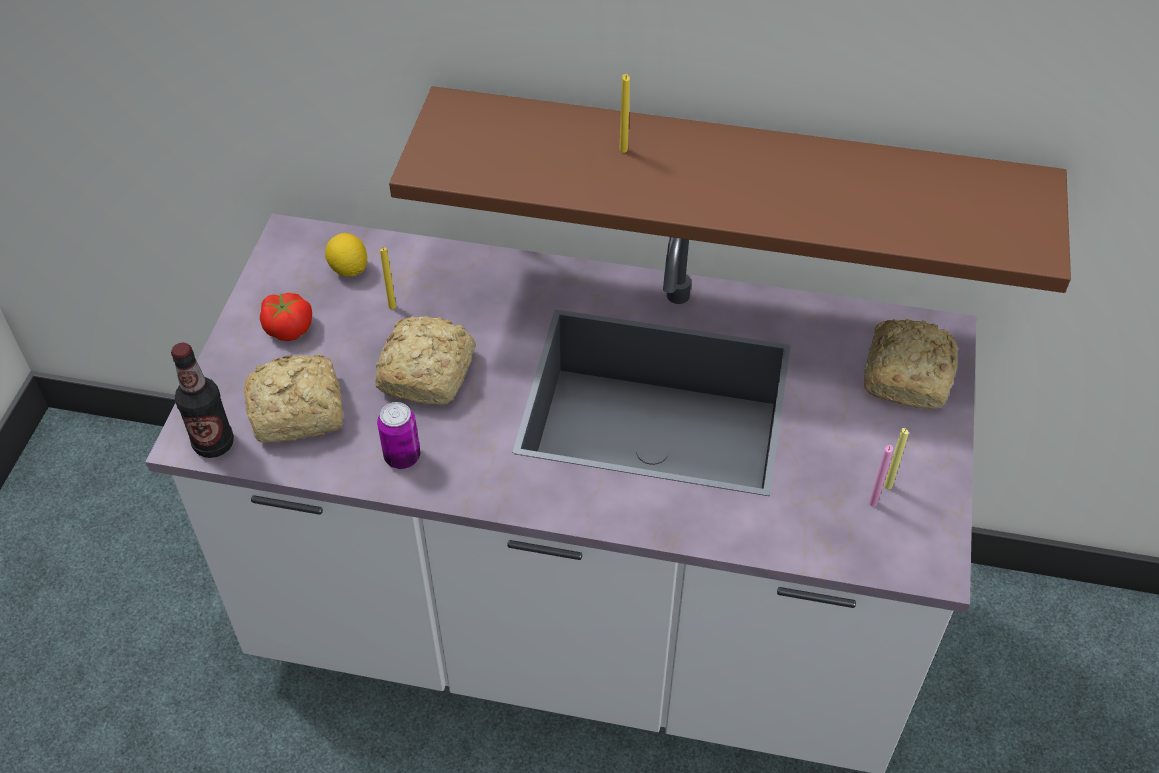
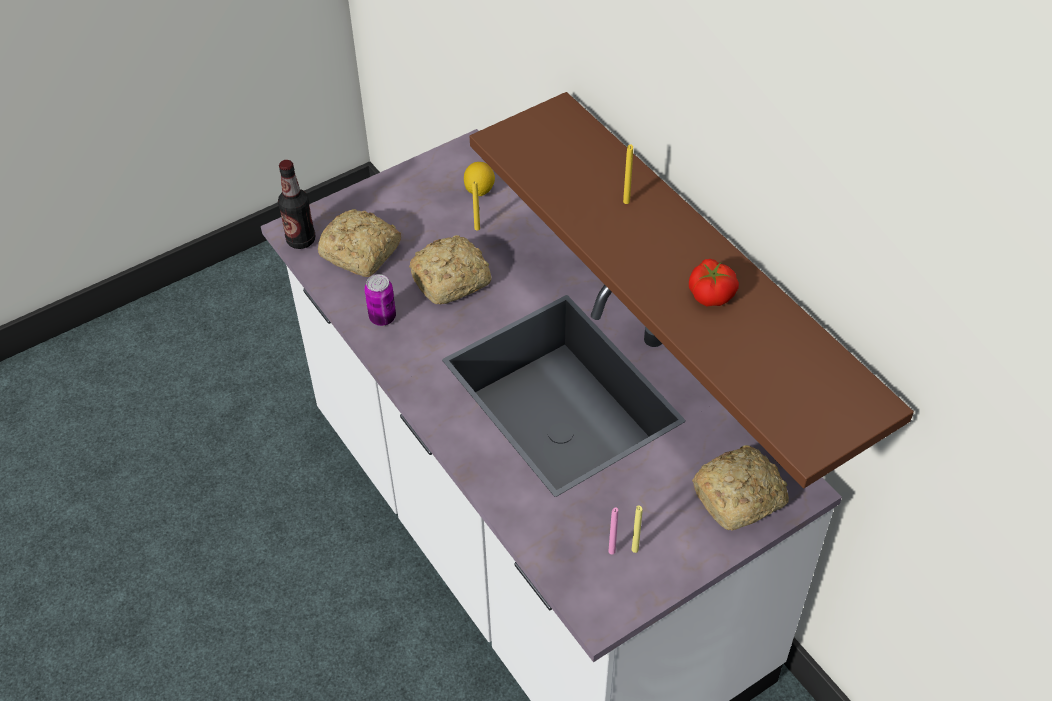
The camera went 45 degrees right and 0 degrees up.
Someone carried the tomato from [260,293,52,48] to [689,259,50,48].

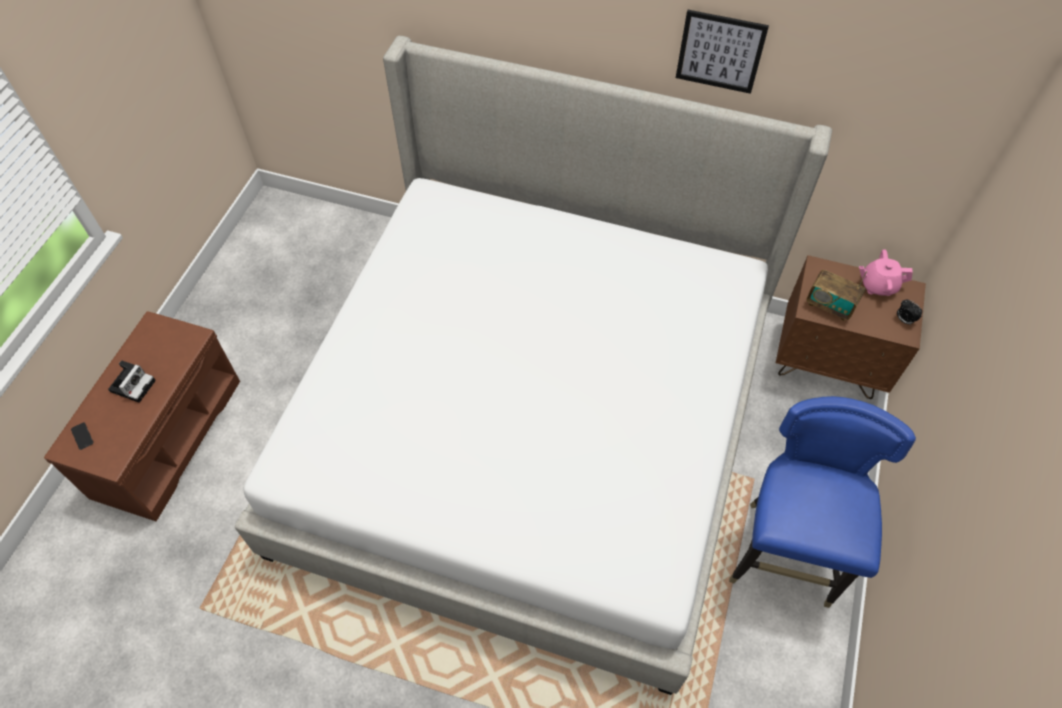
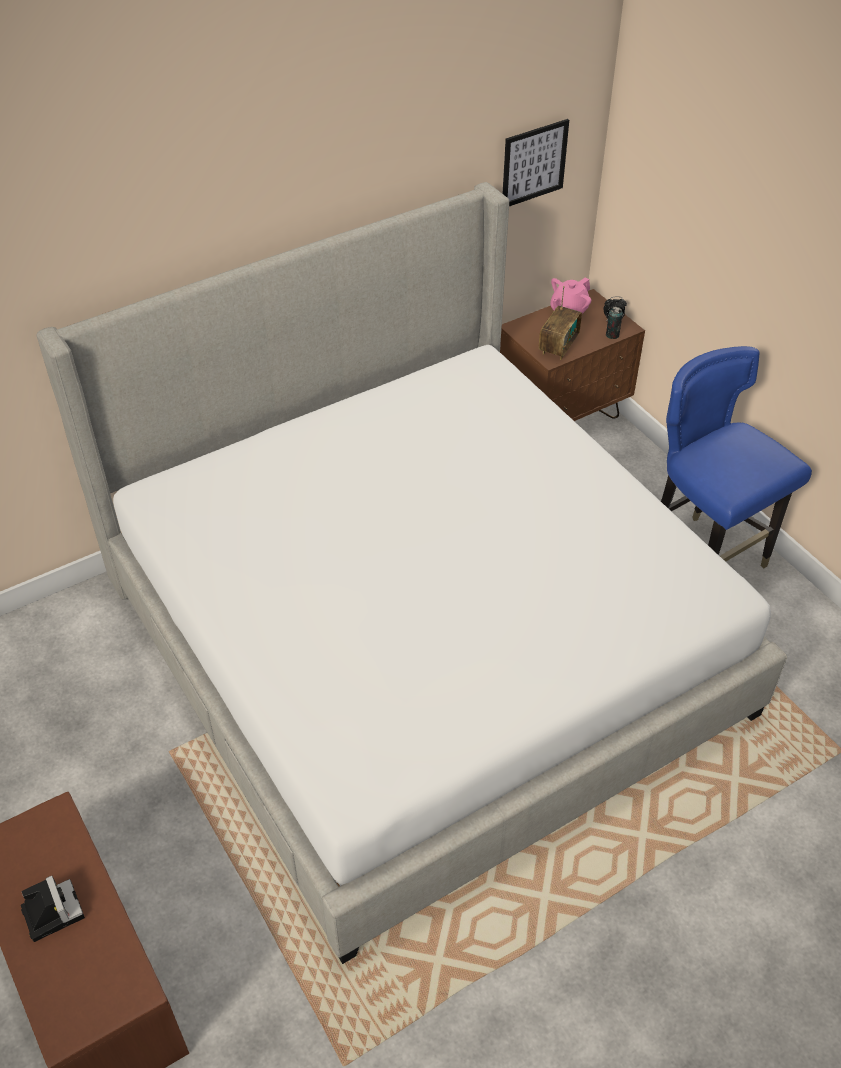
The camera went 50 degrees left and 10 degrees down.
Someone carried the picture from [676,10,93,84] to [502,119,67,87].
Someone rotated the radio set at [806,270,61,51] by 45 degrees counterclockwise.
Someone took away the telephone at [71,422,22,28].
Someone put down the metal can at [606,307,17,32].

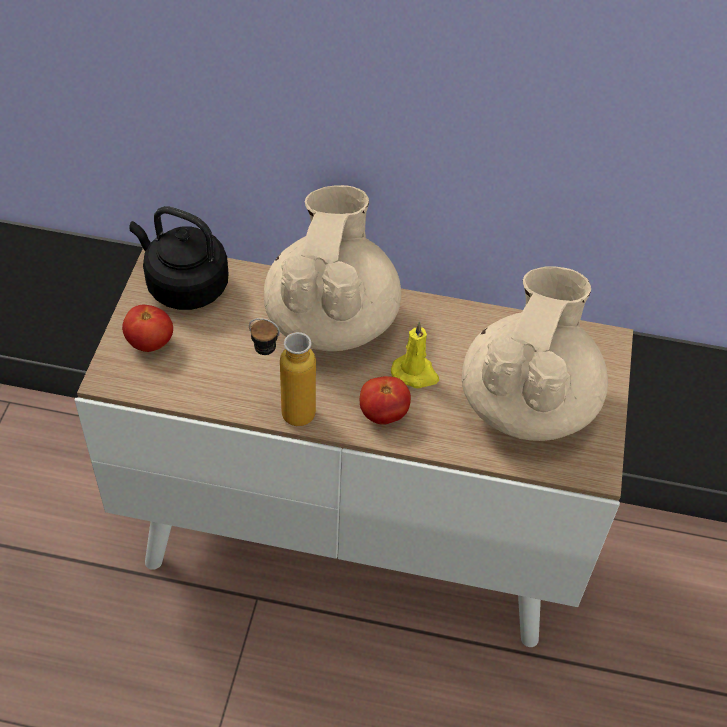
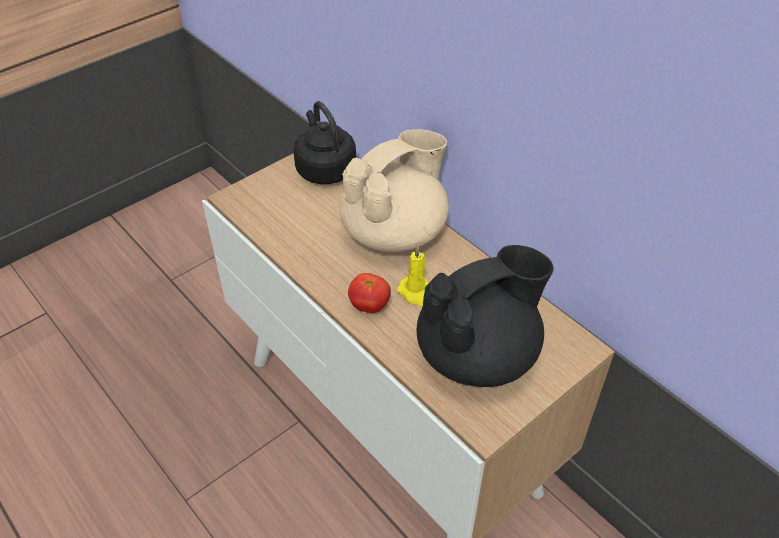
The camera went 40 degrees right and 5 degrees down.
Someone repainted the teapot in beige at [461,266,147,175], which became the teapot in black-coloured at [416,245,138,142].
Someone took away the tomato at [122,305,51,47].
Someone took away the beverage bottle at [249,318,67,108].

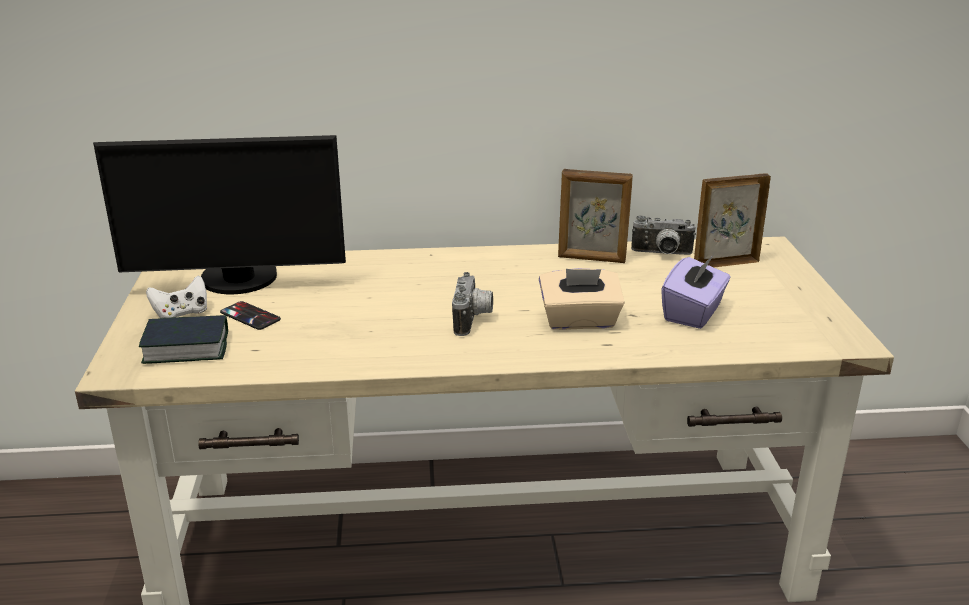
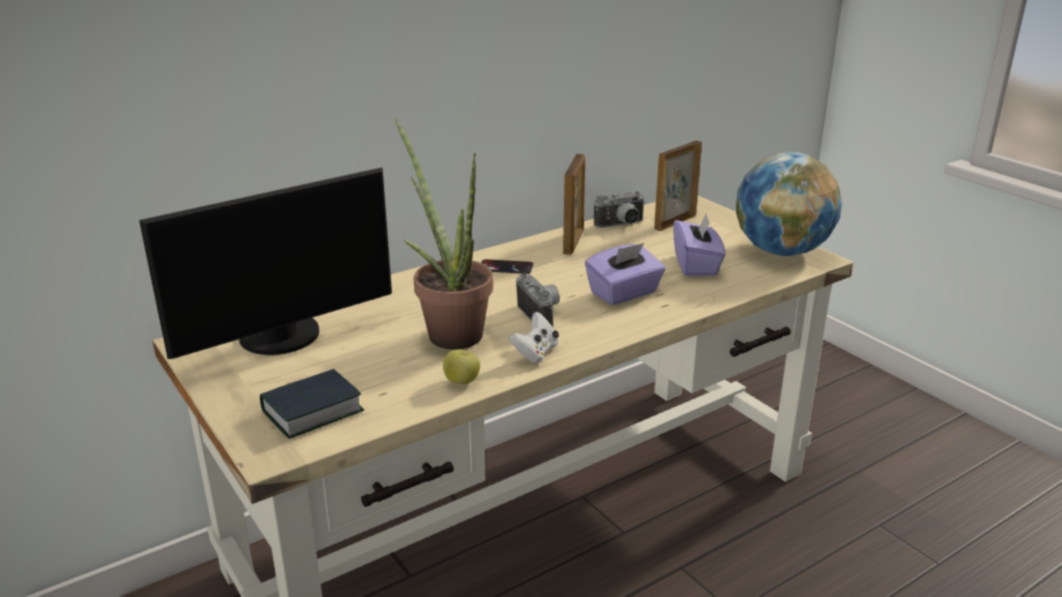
The camera went 30 degrees left and 0 degrees up.
Someone rotated the standing frame at [558,169,75,94] by 60 degrees counterclockwise.
Someone repainted the tissue holder in beige at [539,268,86,62], which became the tissue holder in purplish at [585,243,81,62].
Someone carried the joypad in white-coloured from [146,275,61,43] to [509,312,50,51].
Someone carried the telephone from [220,301,61,29] to [481,259,52,15].
Someone put down the potted plant at [395,119,98,231].
Someone put down the globe at [736,152,106,104].
Someone put down the apple fruit at [443,349,37,35].

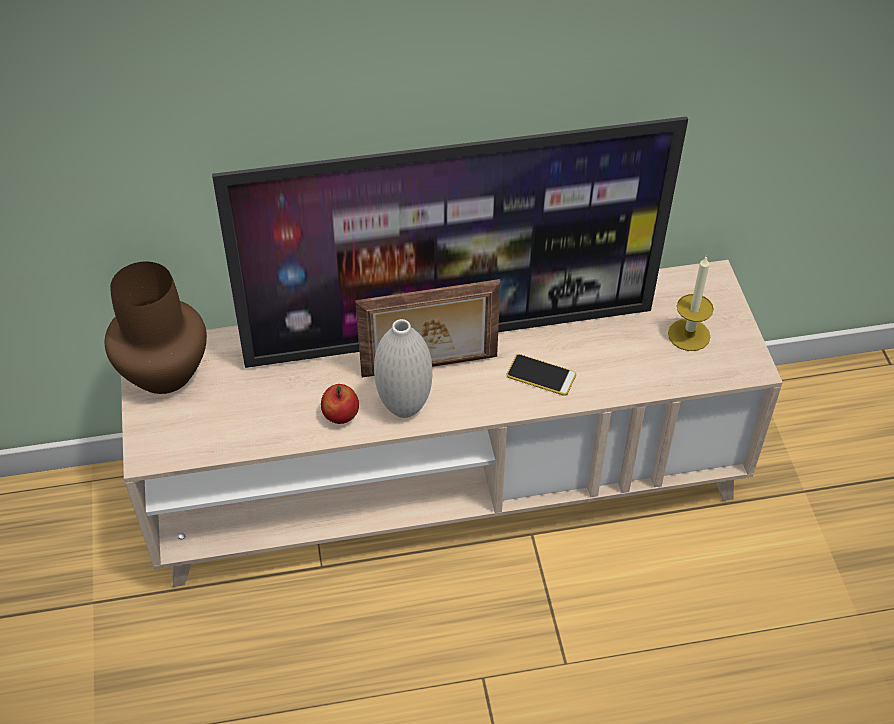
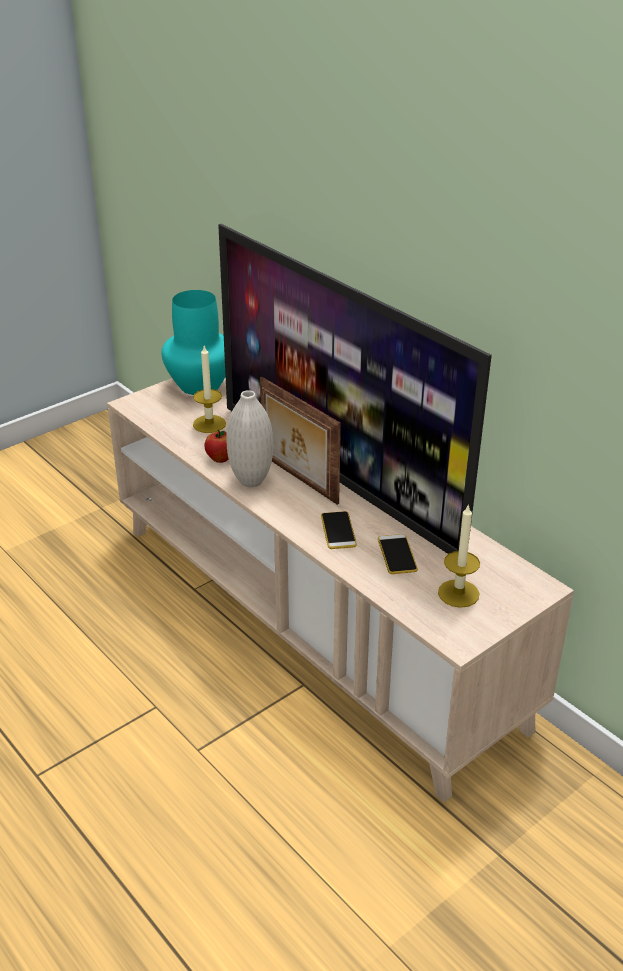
The camera went 60 degrees right and 15 degrees down.
Someone repainted the vase in brown at [105,262,102,132], which became the vase in turquoise at [161,290,65,105].
Someone put down the wax candle at [193,344,33,89].
Someone put down the telephone at [378,534,40,40].

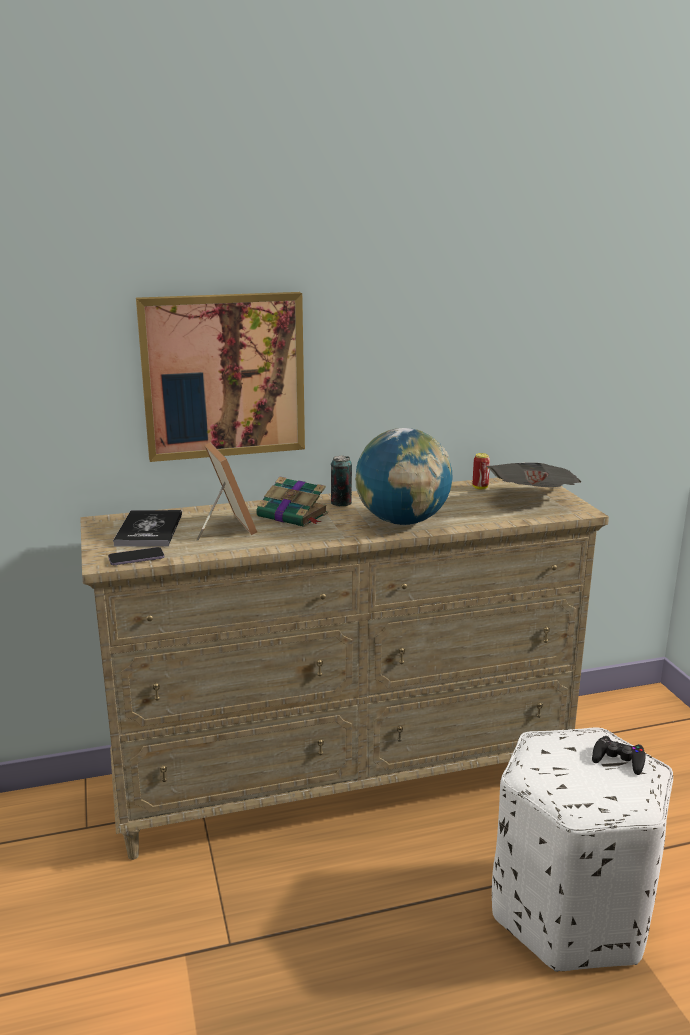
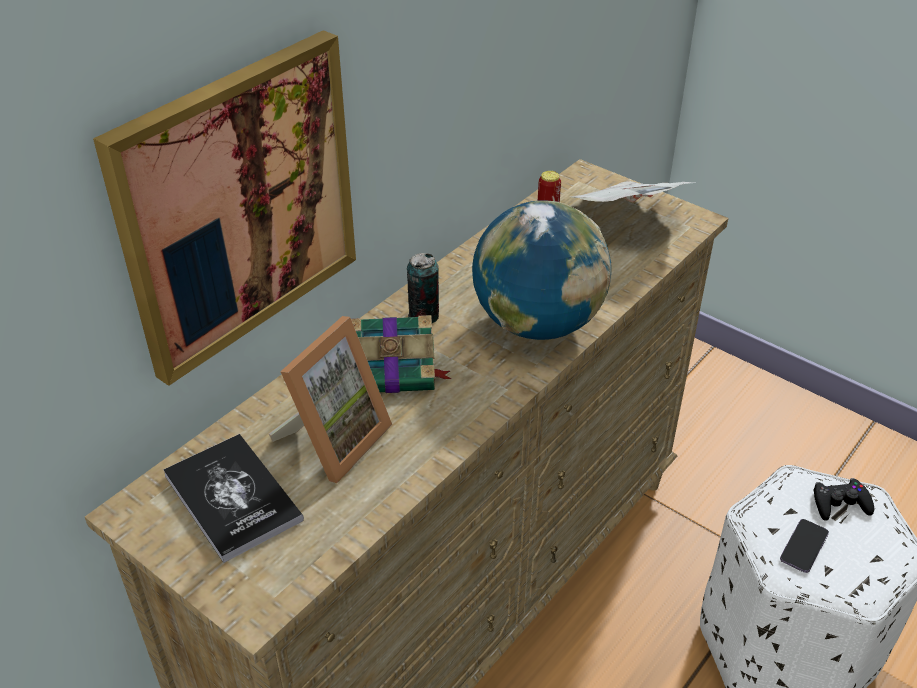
The camera went 35 degrees left and 20 degrees up.
Someone rotated the standing frame at [196,443,61,98] by 90 degrees clockwise.
Someone carried the telephone from [108,547,56,18] to [780,519,49,54].

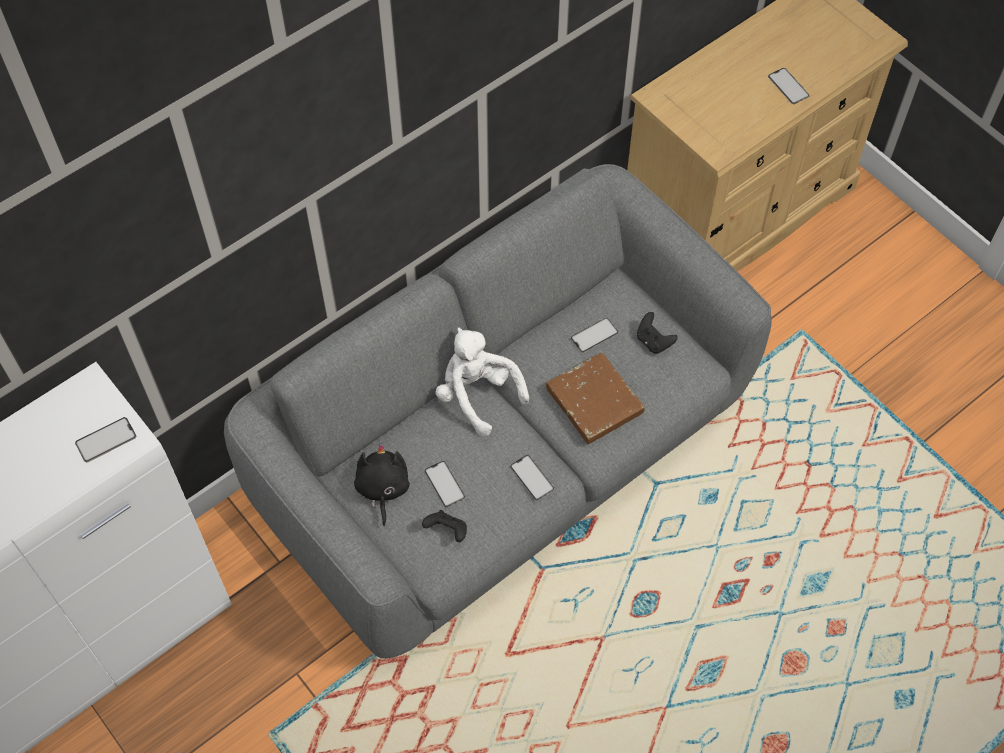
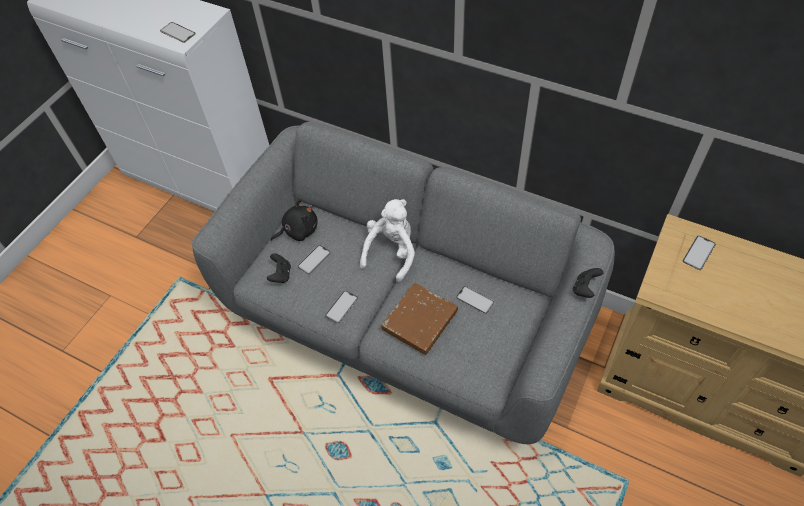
The camera went 70 degrees right and 5 degrees down.
Someone carried the telephone from [768,68,42,36] to [683,235,33,35].
Someone carried the joypad in black-coloured from [637,312,41,42] to [573,268,30,30].

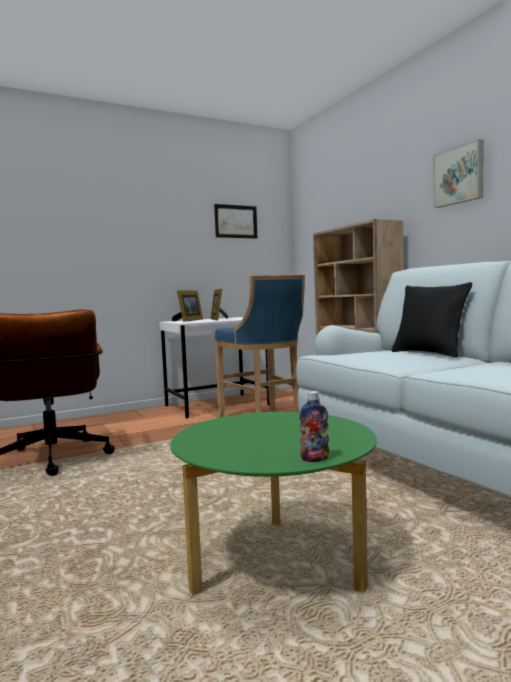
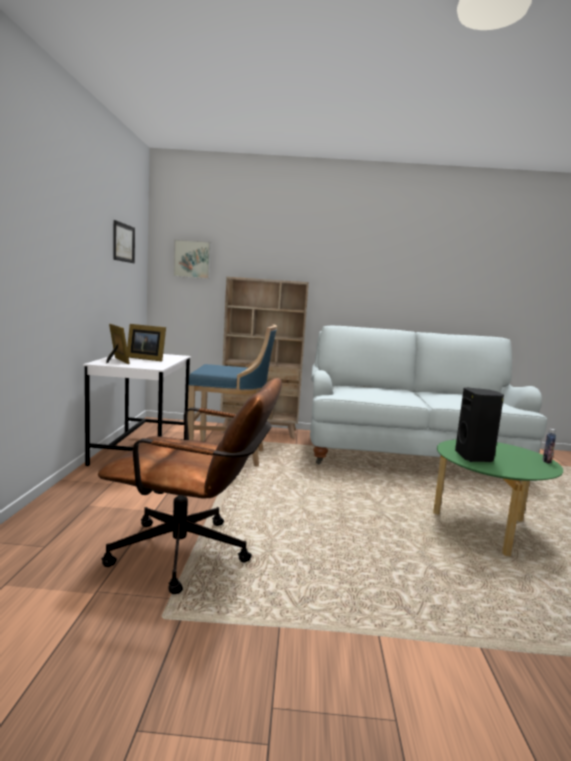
The camera went 60 degrees left and 5 degrees up.
Someone carried the picture from [433,139,51,69] to [173,239,38,40].
Someone took away the throw pillow in black-coloured at [391,282,81,76].
Someone put down the loudspeaker in black-coloured at [455,388,49,74].

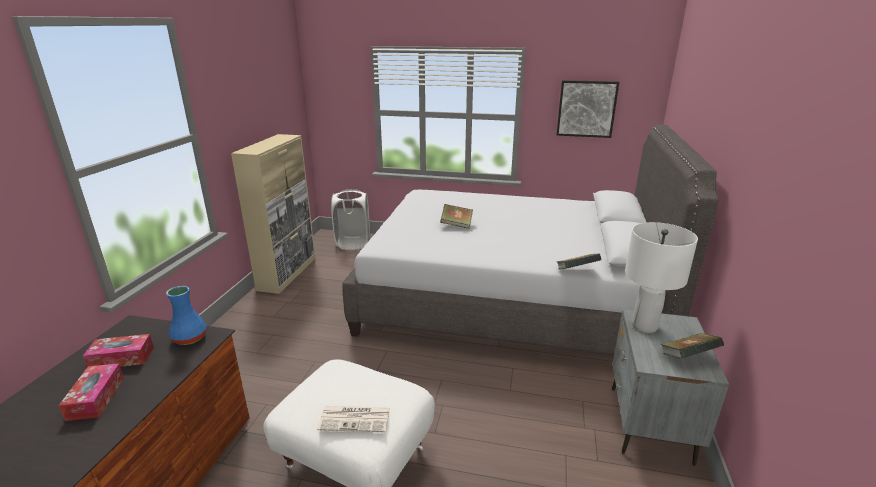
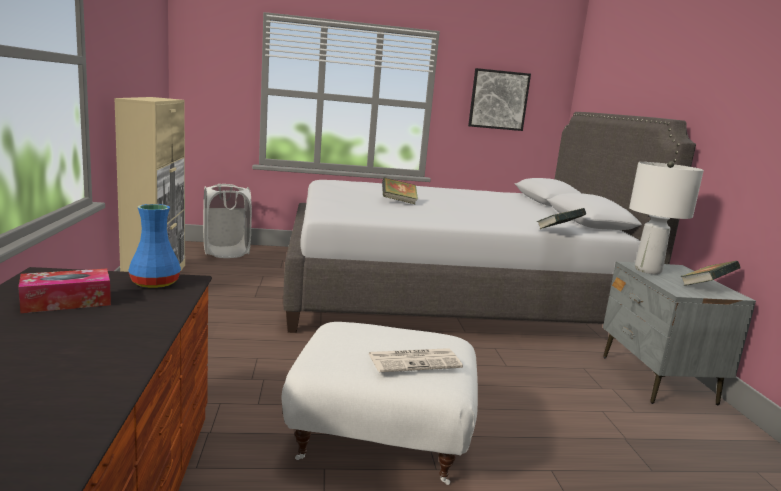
The camera went 20 degrees left and 10 degrees down.
Someone took away the tissue holder at [59,364,65,57].

